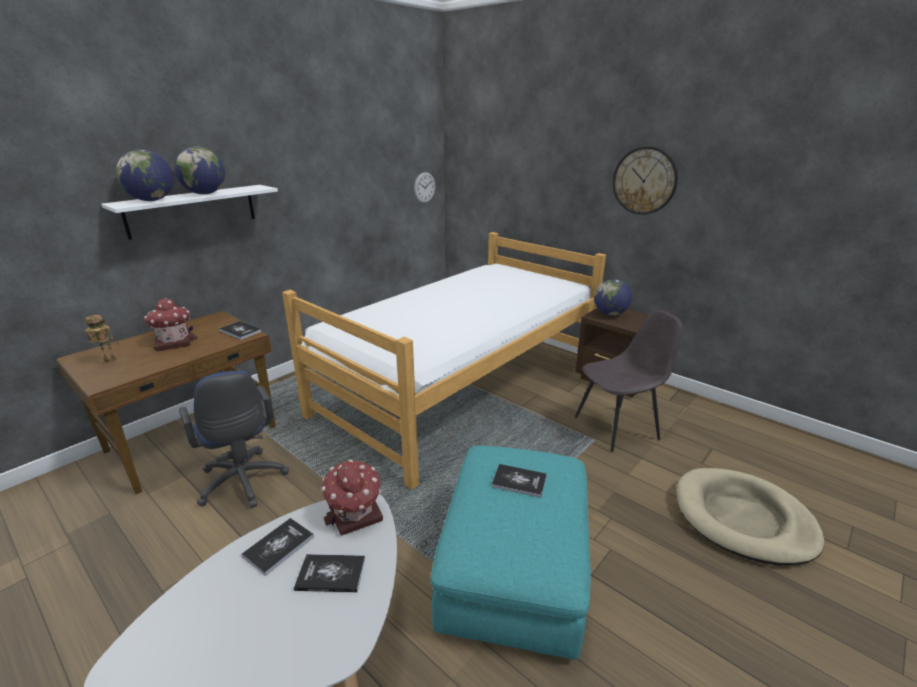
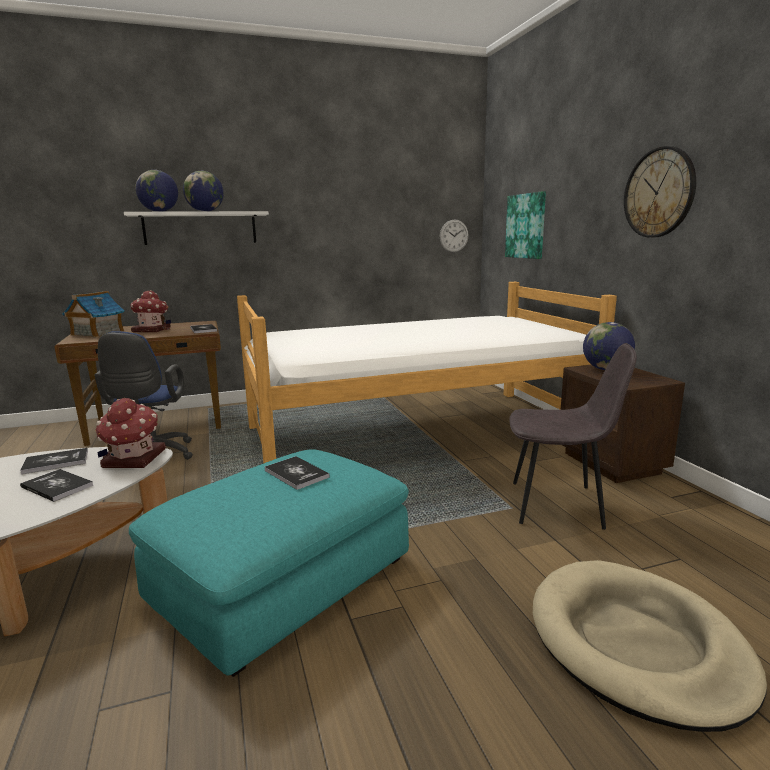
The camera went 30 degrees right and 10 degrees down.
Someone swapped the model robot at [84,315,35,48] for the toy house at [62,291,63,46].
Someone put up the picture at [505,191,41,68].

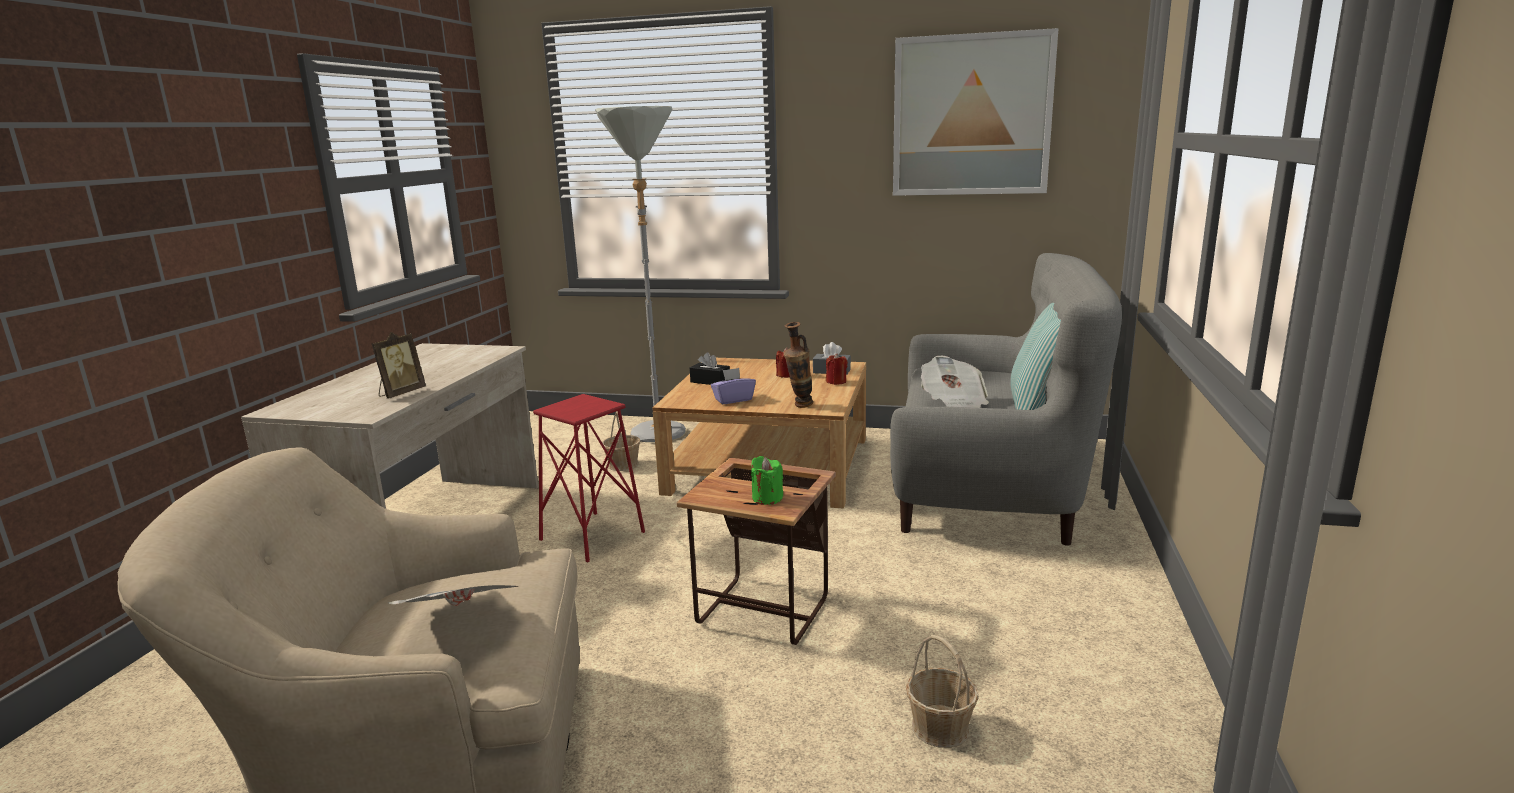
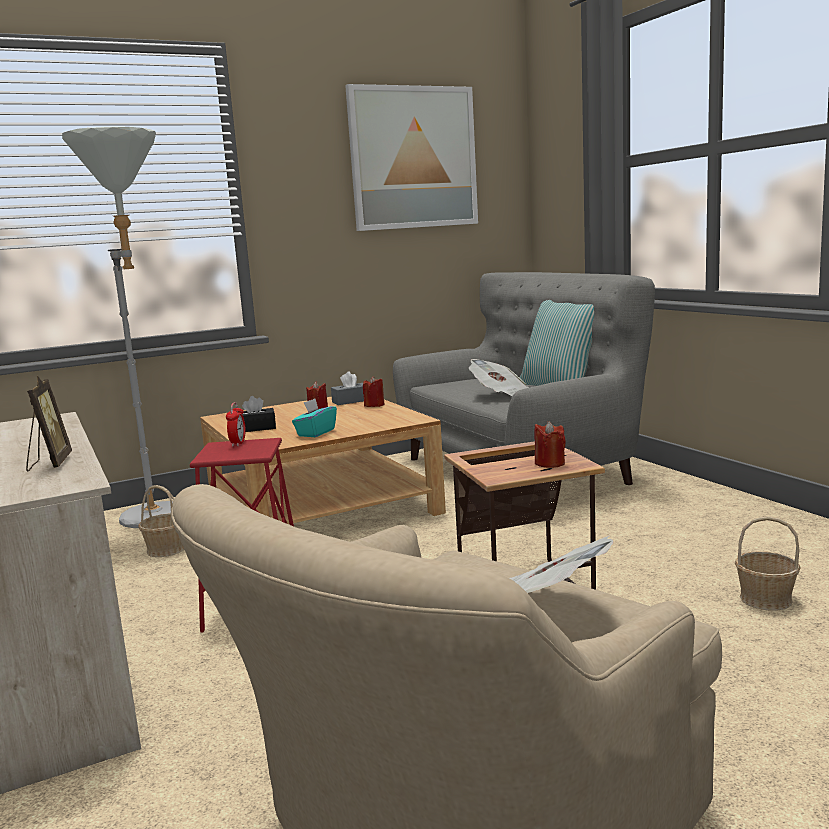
The camera went 40 degrees left and 5 degrees down.
Someone took away the vase at [784,322,29,86].
Someone repainted the tissue holder in purplish at [711,368,45,36], which became the tissue holder in turquoise at [292,398,45,39].
Someone repainted the wax candle in green-coloured at [751,456,32,49], which became the wax candle in red-coloured at [534,421,32,47].
Someone put down the alarm clock at [226,402,19,45].

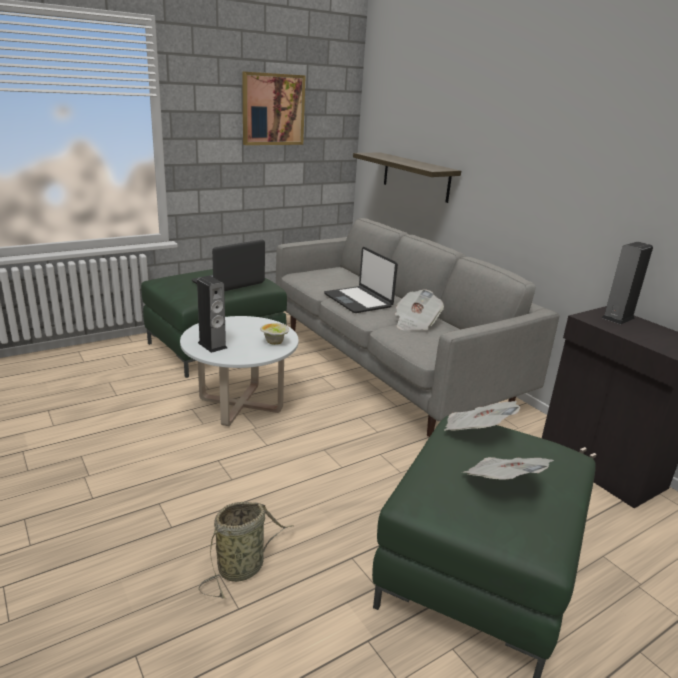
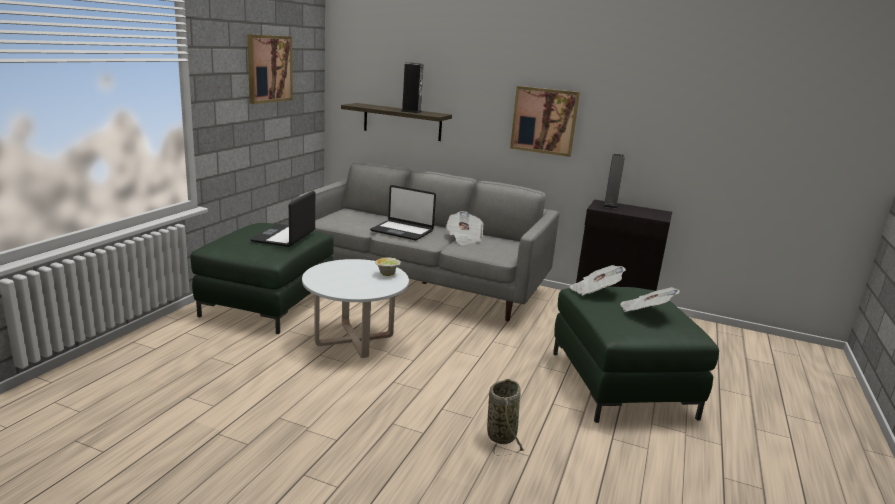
The camera went 35 degrees left and 5 degrees down.
Someone carried the loudspeaker from [197,276,30,77] to [401,62,22,51].
Someone put up the picture at [510,86,70,71].

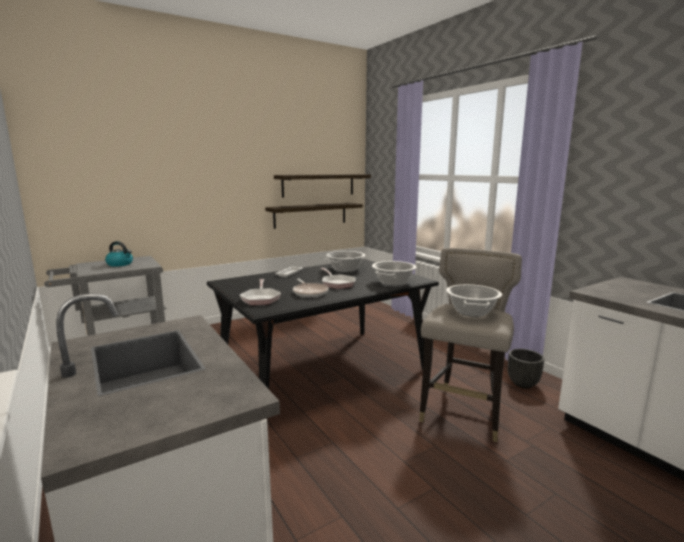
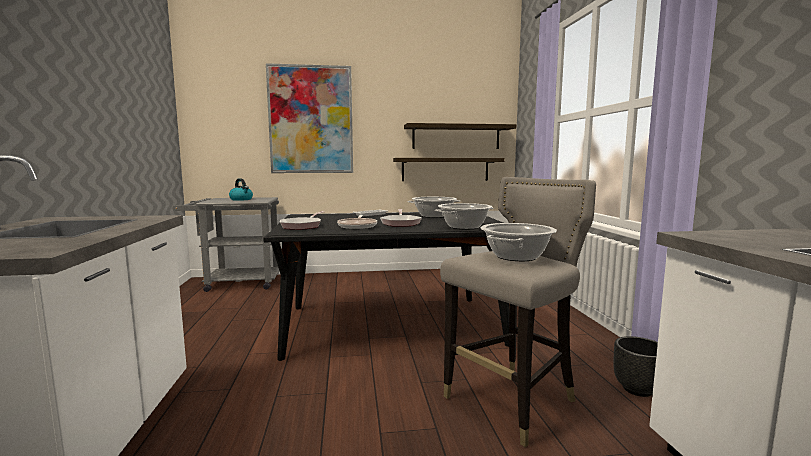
The camera went 25 degrees right and 5 degrees down.
Someone put up the picture at [266,63,87,110].

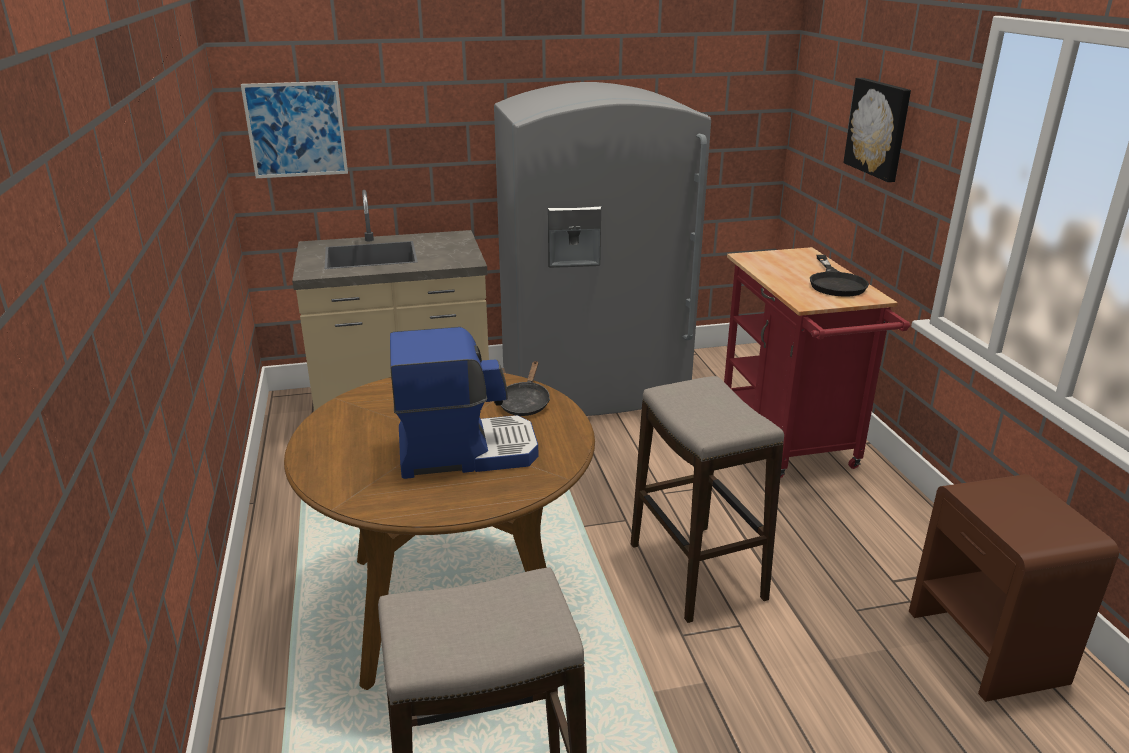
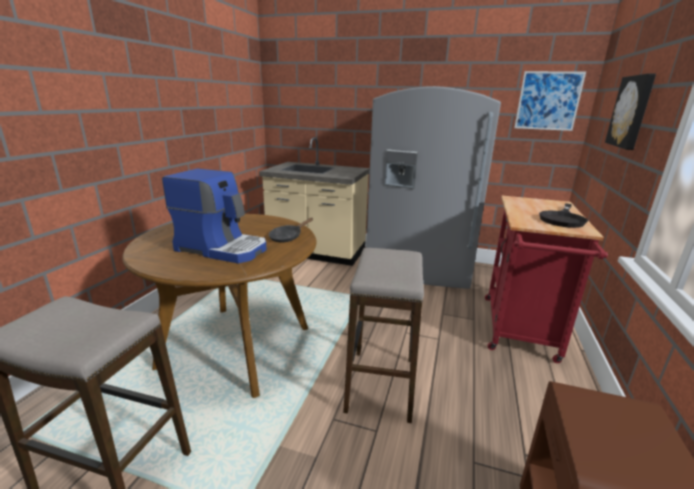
The camera went 30 degrees right and 5 degrees down.
Someone carried the picture from [241,81,107,97] to [514,71,72,60].

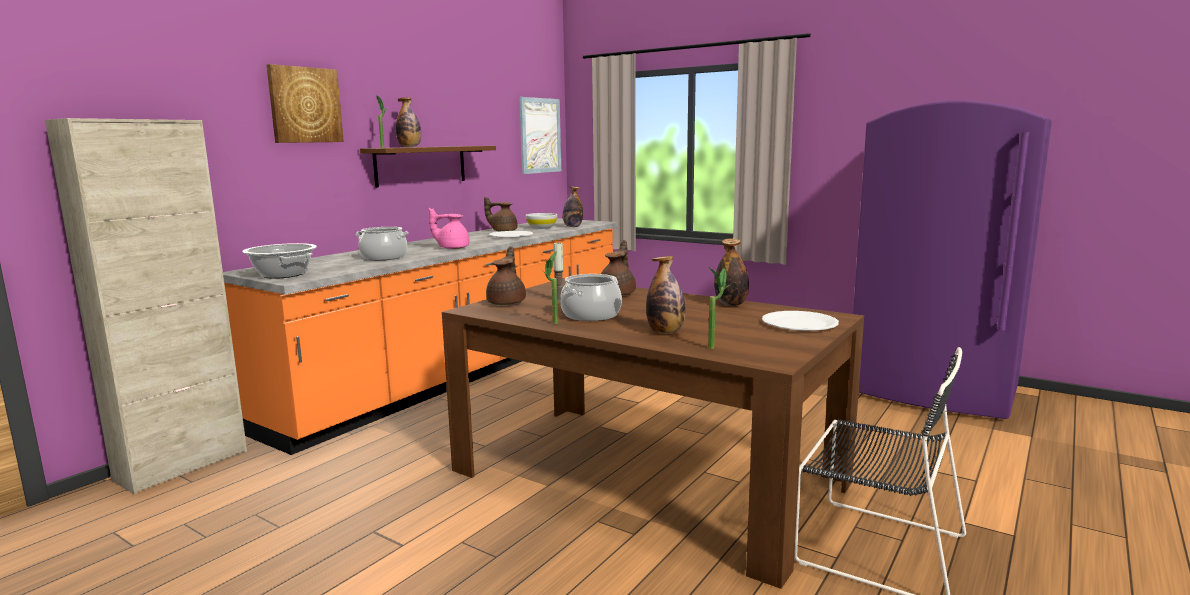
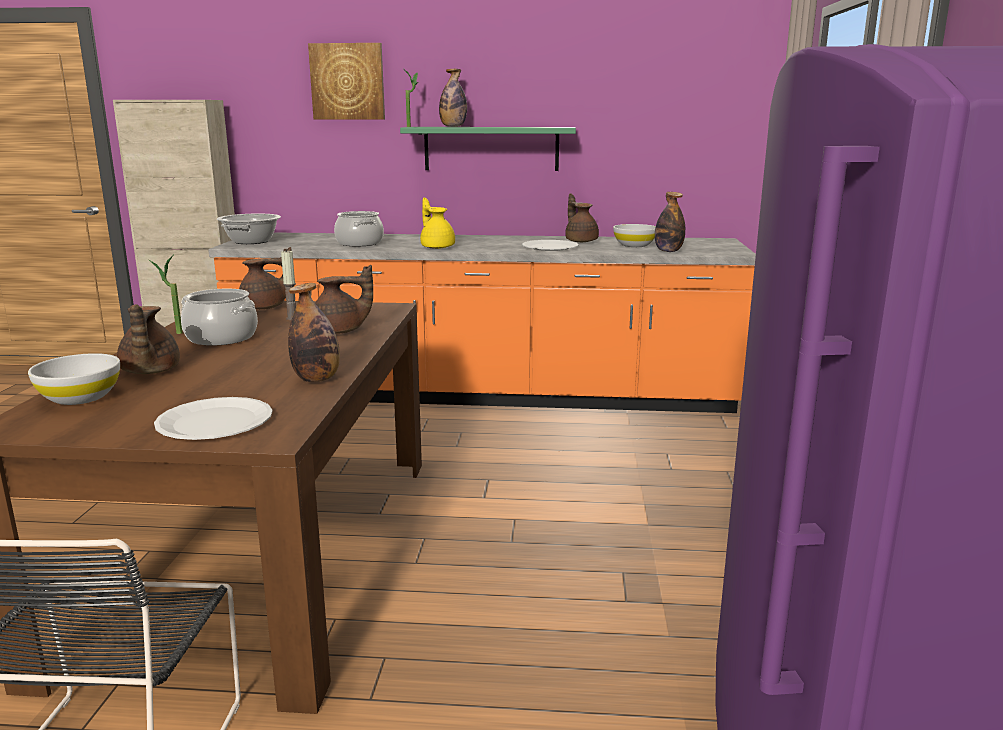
The camera went 60 degrees right and 5 degrees up.
Someone took away the picture at [519,97,42,77].
Someone repainted the shelf in brown at [360,146,136,42], which became the shelf in green-coloured at [400,127,176,44].
Someone repainted the teapot in pinkish at [429,208,41,41], which became the teapot in yellowish at [420,198,35,51].
Someone swapped the beverage bottle at [646,256,39,77] for the teapot in brown at [117,304,63,70].
Someone swapped the potted plant at [708,267,22,82] for the deep dish in white-coloured at [28,353,92,52].

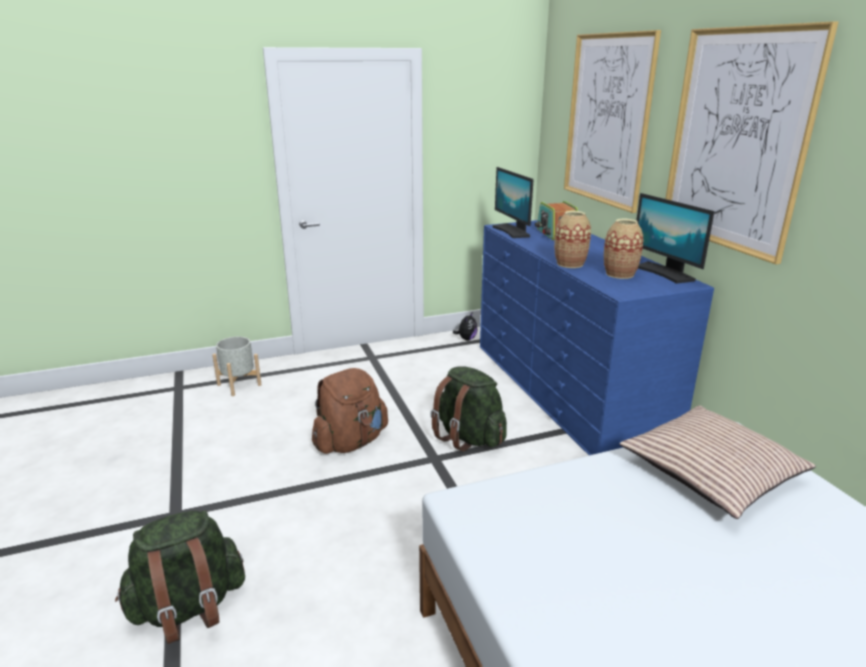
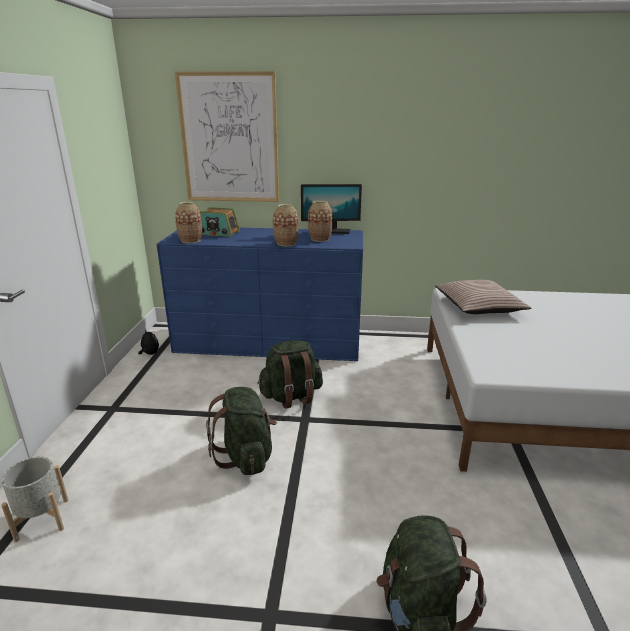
The camera went 65 degrees left and 0 degrees up.
Someone took away the picture at [666,21,172,243].
Someone swapped the monitor at [493,167,40,71] for the vase at [175,202,27,41].
Someone repainted the backpack in brown at [312,368,76,86], which became the backpack in green-coloured at [206,387,71,88].

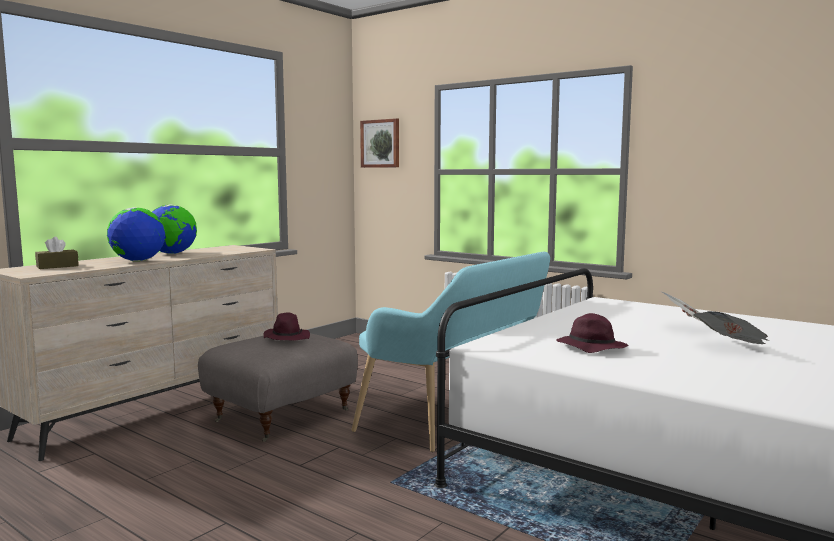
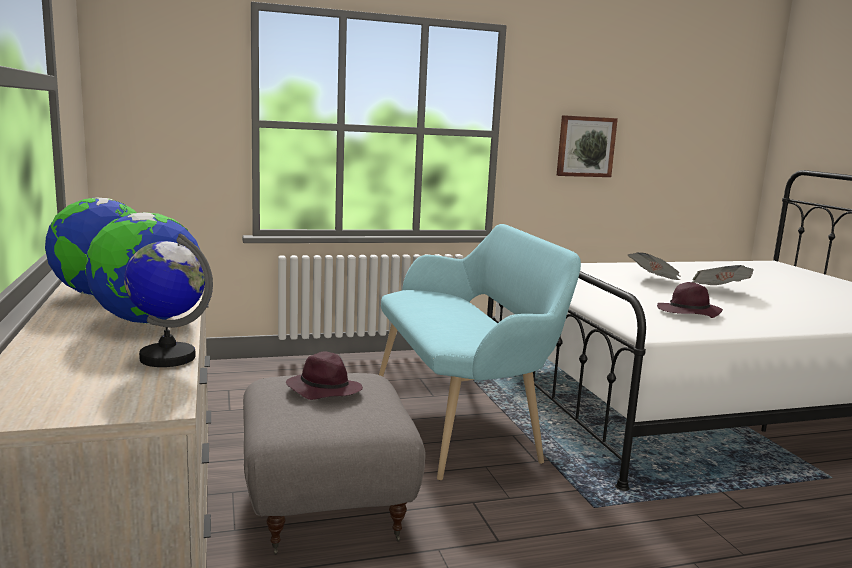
The camera went 55 degrees left and 5 degrees up.
Someone carried the picture from [360,118,39,50] to [557,115,61,62].
Someone took away the tissue holder in brown at [35,237,44,32].
Someone put down the globe at [124,233,89,134].

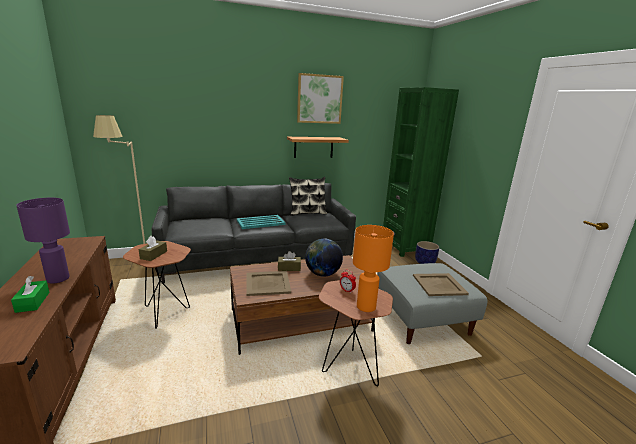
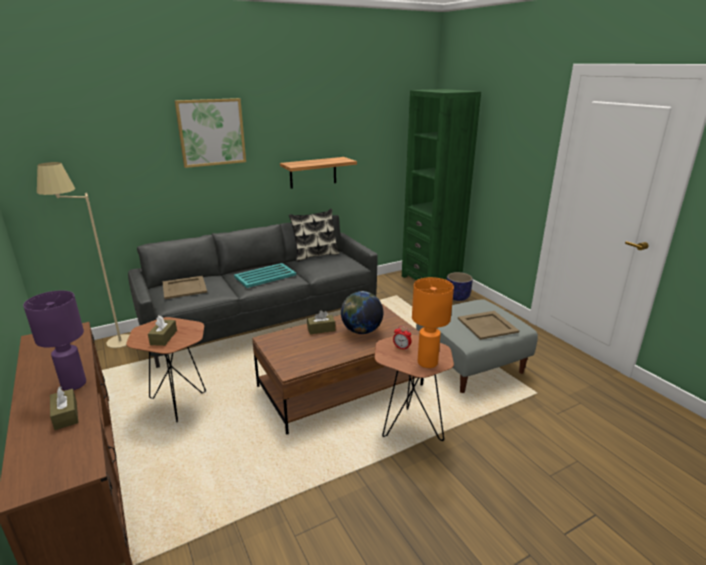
The camera went 10 degrees left and 5 degrees up.
Someone carried the picture from [297,73,47,51] to [175,98,71,70].
Someone carried the serving tray in beige from [247,271,44,25] to [162,276,45,23].
Someone repainted the tissue holder in green-coloured at [11,276,39,37], which became the tissue holder in brown at [50,387,28,43].

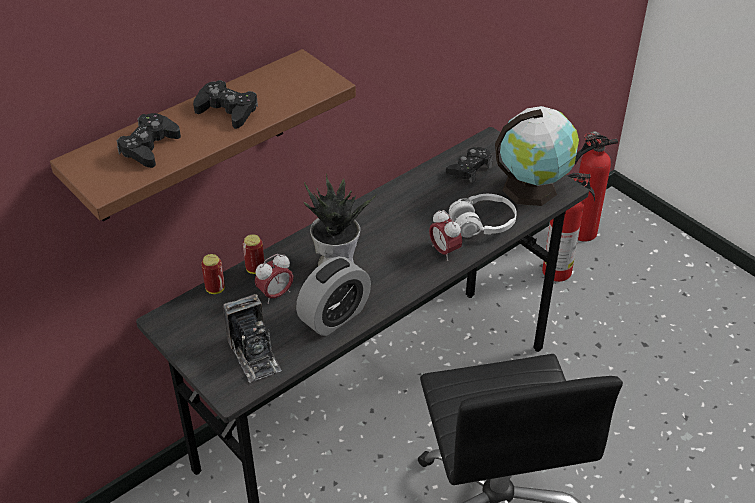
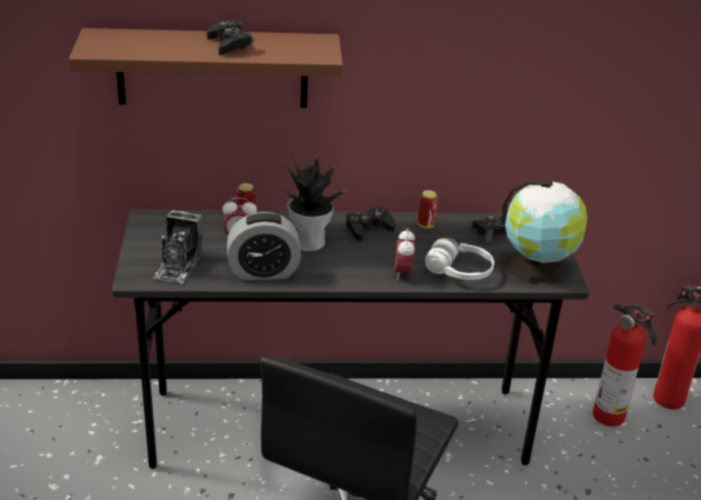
The camera went 35 degrees right and 10 degrees down.
Someone carried the joypad in black-coloured from [117,113,64,55] to [346,206,49,35].
Someone carried the metal can from [201,254,24,40] to [418,190,20,38].

